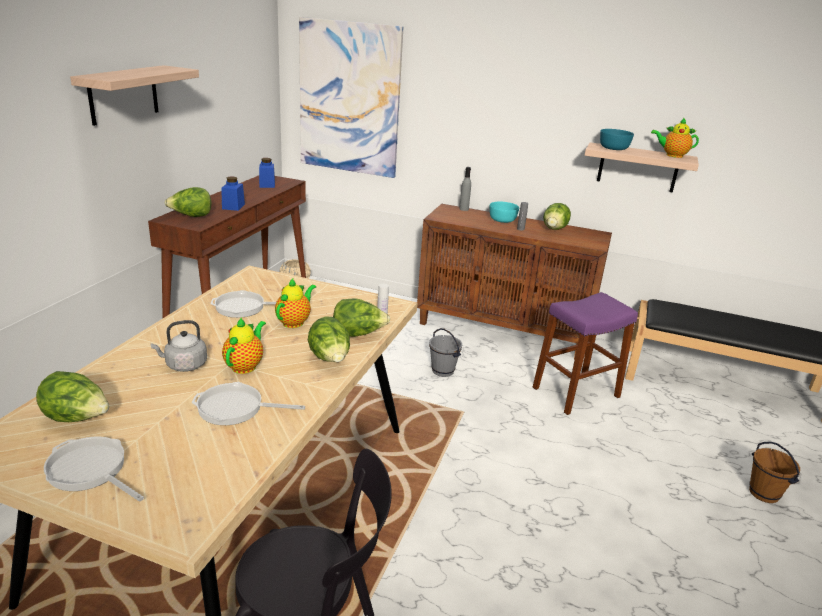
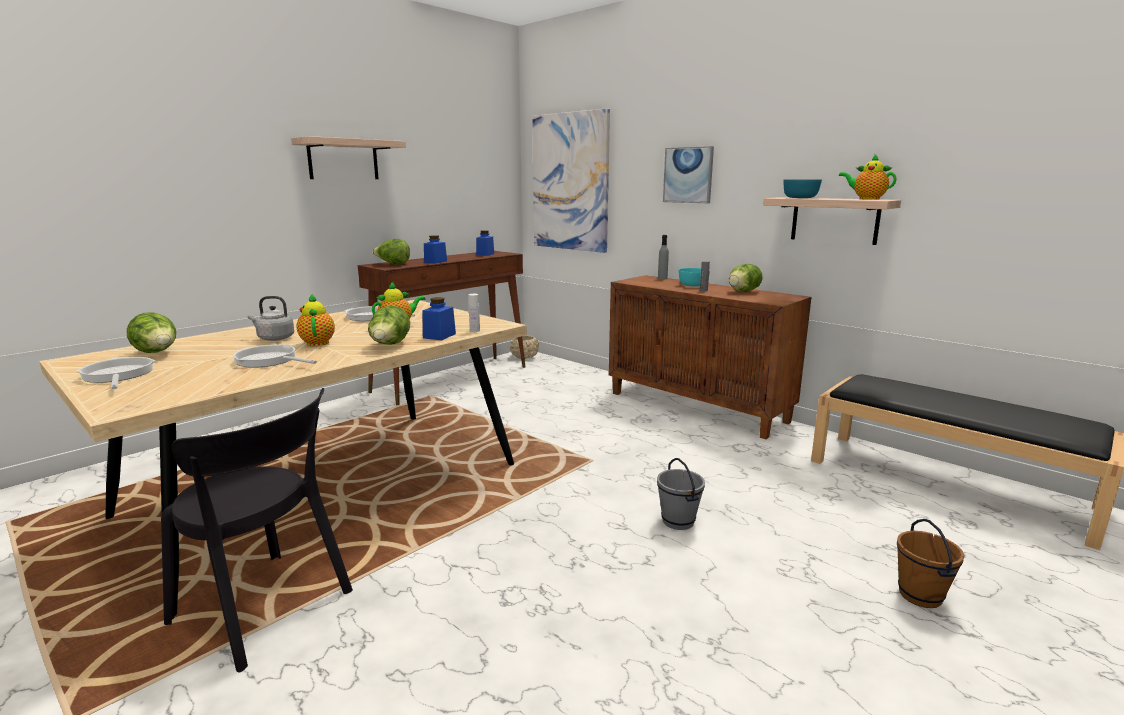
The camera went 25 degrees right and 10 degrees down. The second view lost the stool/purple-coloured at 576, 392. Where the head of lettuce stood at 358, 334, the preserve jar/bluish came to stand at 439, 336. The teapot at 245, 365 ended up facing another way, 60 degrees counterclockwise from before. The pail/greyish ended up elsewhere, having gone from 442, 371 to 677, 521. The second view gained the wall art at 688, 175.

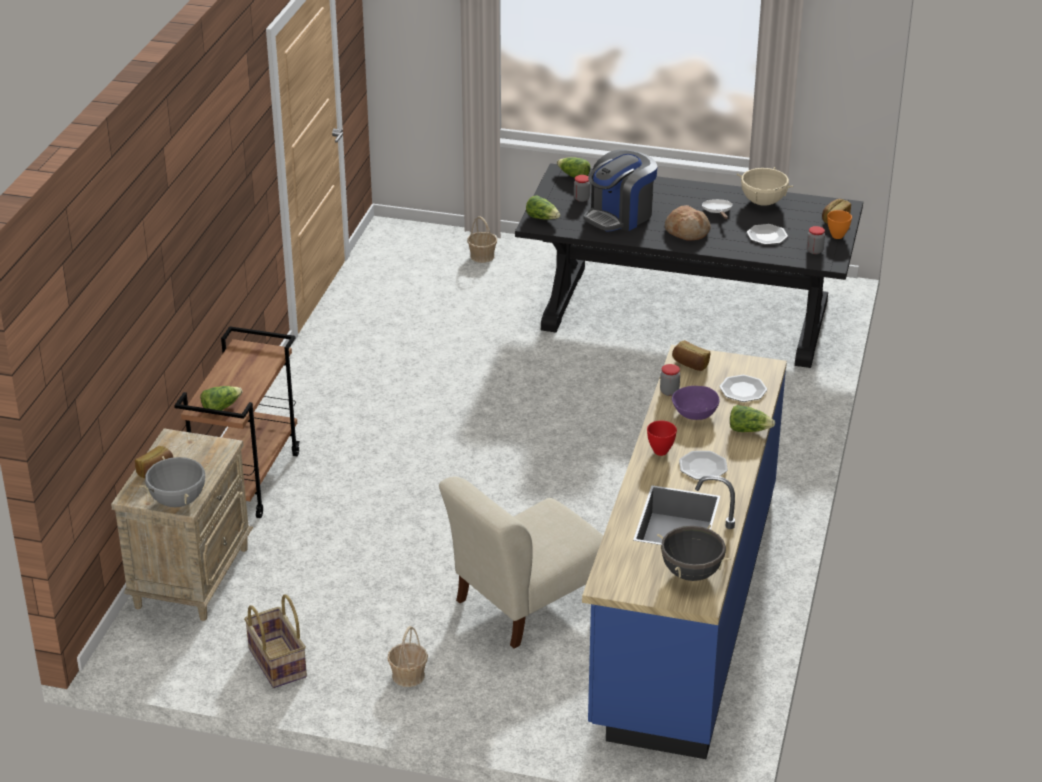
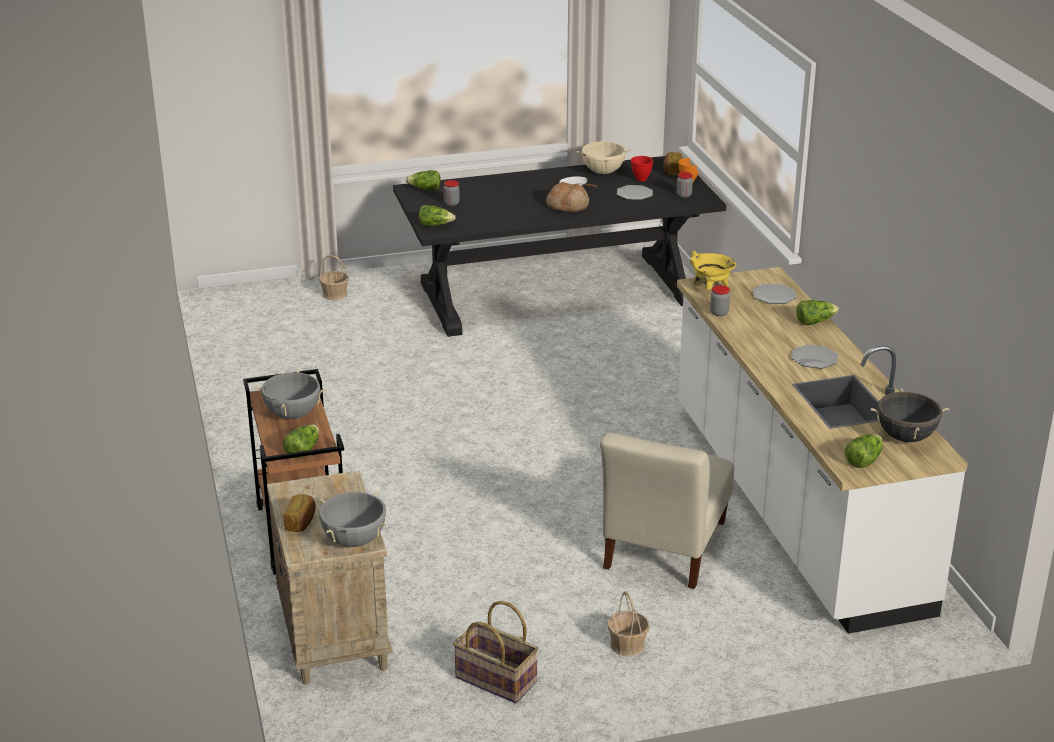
The camera went 30 degrees left and 5 degrees down. The second view lost the coffee maker at 620, 216. Where the bakery bread stood at 690, 364, the saucepot/yellow-coloured came to stand at 710, 289. What was the kitchen counter/bluish at 684, 606 turned into the kitchen counter/white-coloured at 793, 506. The second view lost the bowl/purple-coloured at 694, 413. The bowl/red-coloured ended up elsewhere, having gone from 659, 451 to 640, 179. The second view gained the saucepot/greyish at 292, 415. The second view gained the head of lettuce at 863, 460.

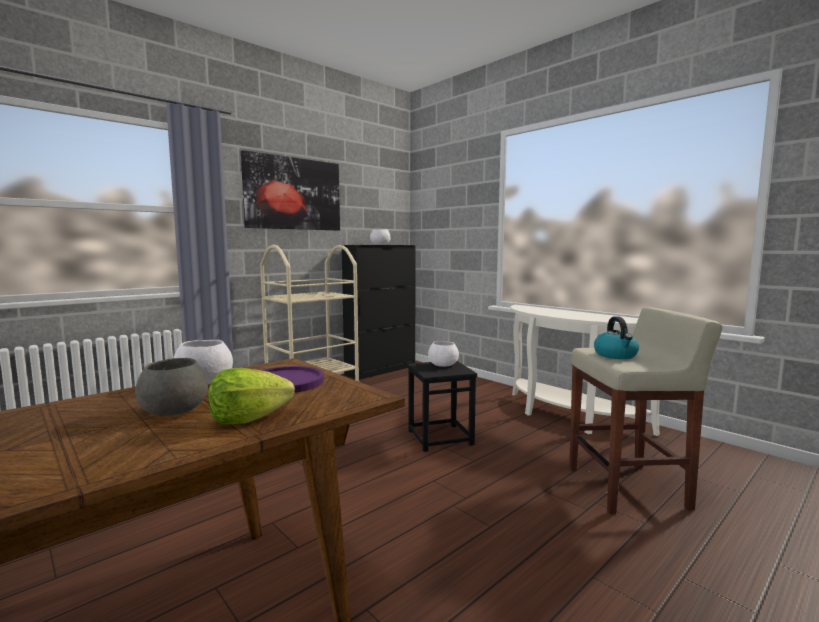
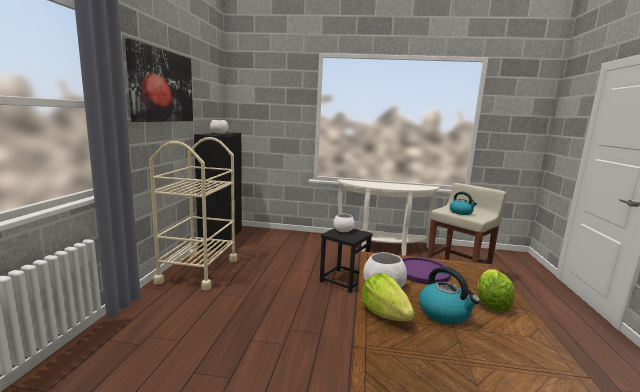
The camera went 40 degrees left and 5 degrees up. Where the bowl/greyish stood at 175, 410, the water kettle came to stand at 444, 313. The second view gained the head of lettuce at 385, 314.

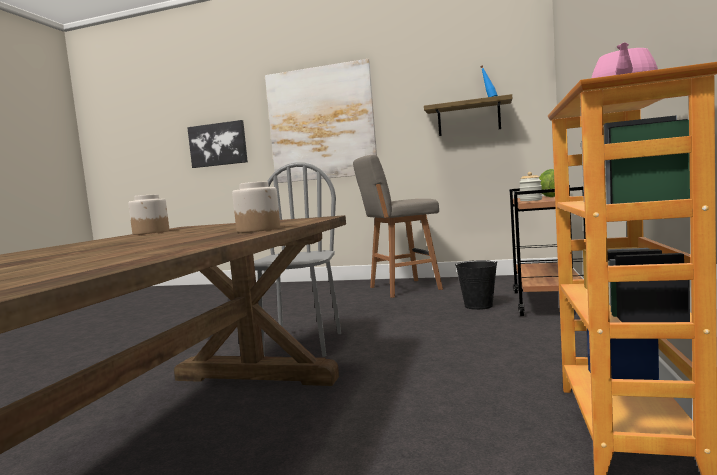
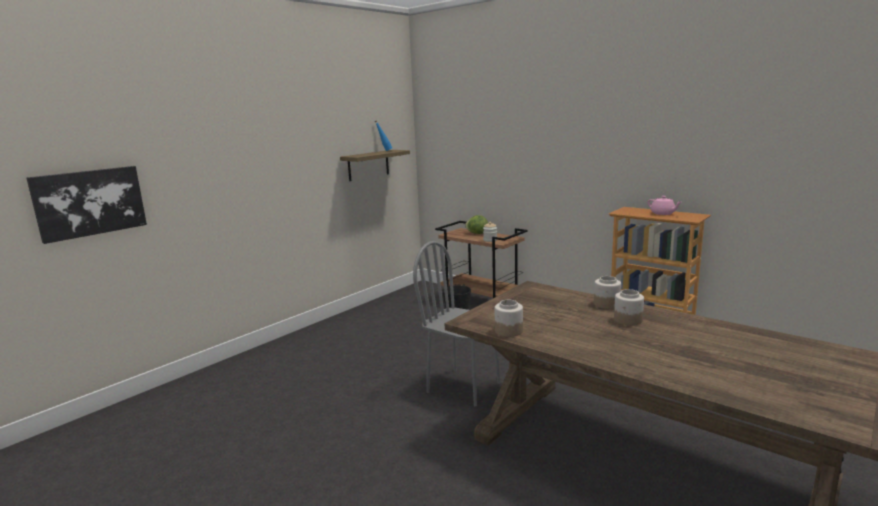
The camera went 65 degrees left and 10 degrees up. The second view lost the wall art at 321, 123. The second view lost the stool/greyish at 402, 289. The second view gained the preserve jar at 628, 320.

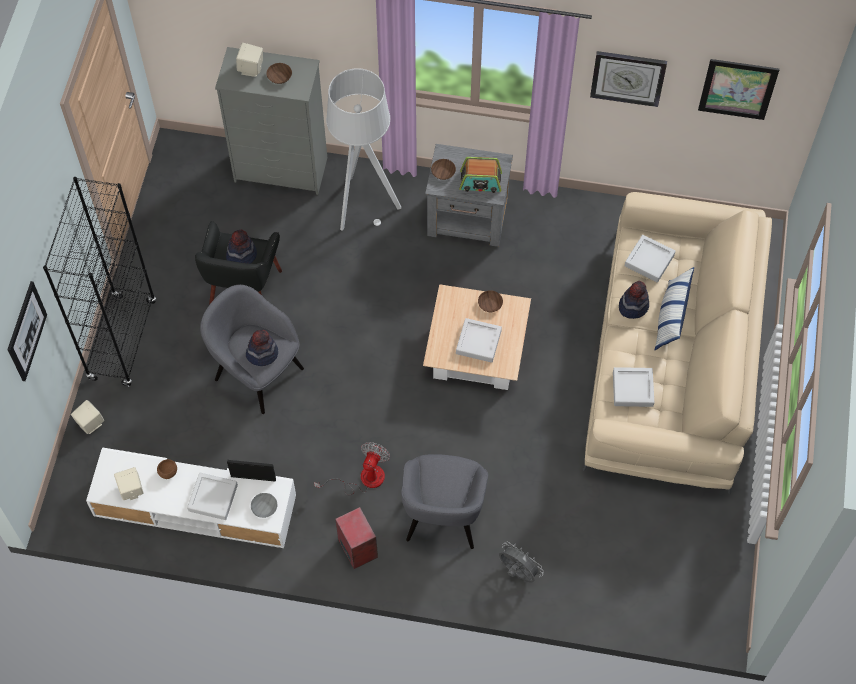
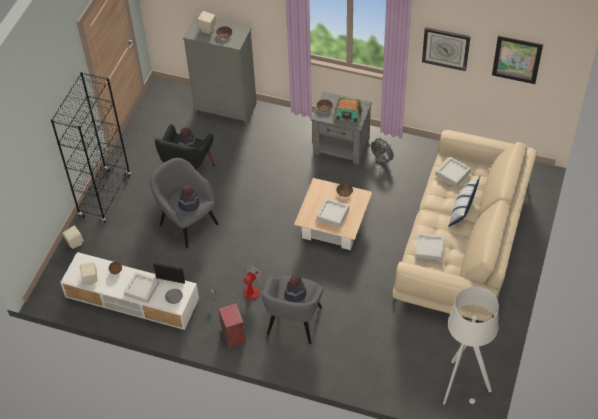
The camera went 10 degrees right and 10 degrees down. The floor lamp/greyish ended up elsewhere, having gone from 363, 205 to 462, 385. The second view lost the wall art at 26, 331. The wearable hat ended up elsewhere, having gone from 633, 306 to 295, 294. The cooling fan/greyish ended up elsewhere, having gone from 517, 572 to 381, 160.

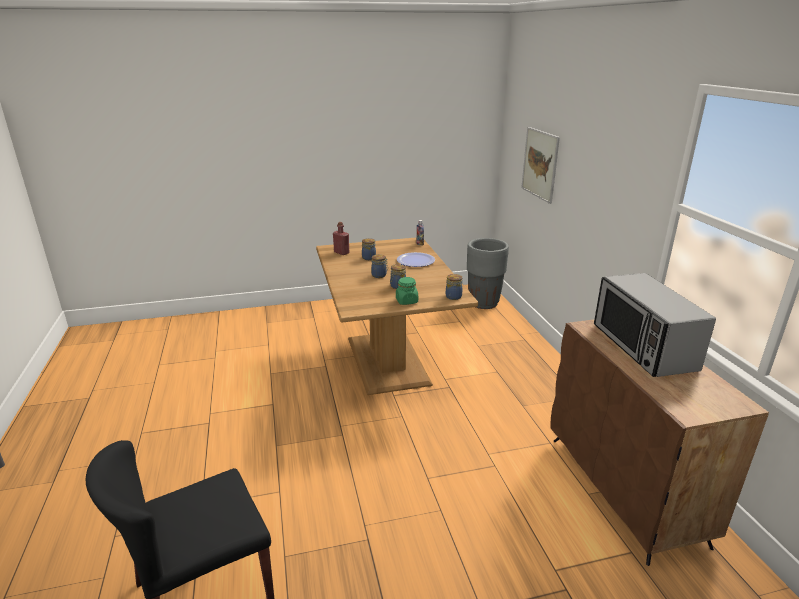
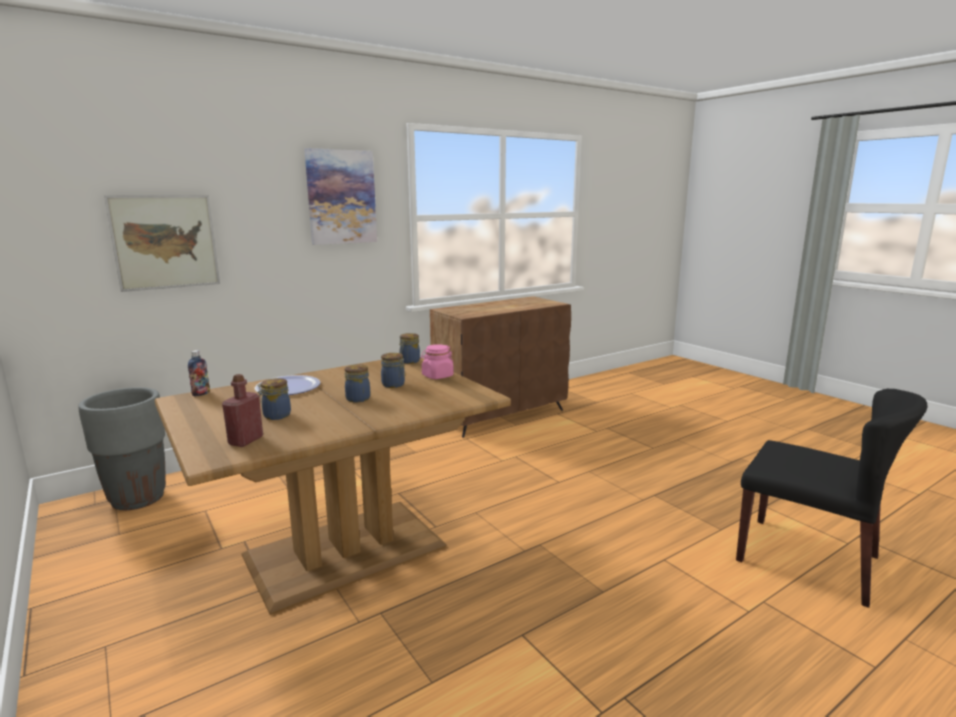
The camera went 110 degrees left and 10 degrees down. The second view lost the kitchen microwave at 642, 347. What was the preserve jar/greenish at 406, 301 turned into the preserve jar/pink-coloured at 437, 376. The second view gained the wall art at 341, 197.

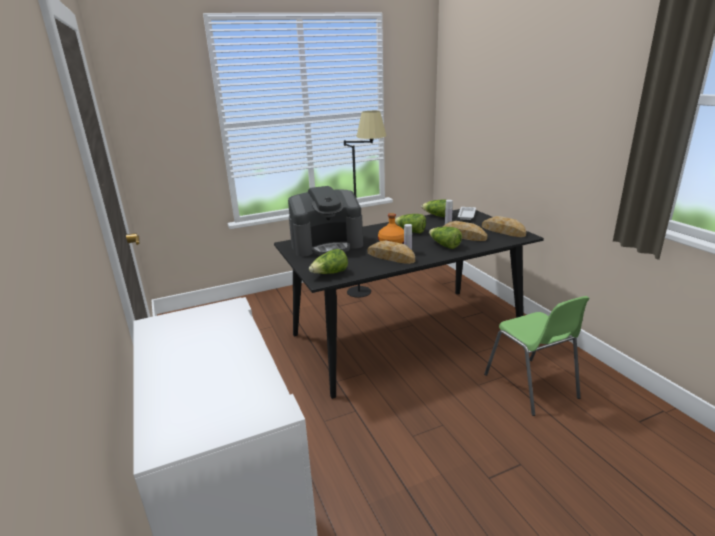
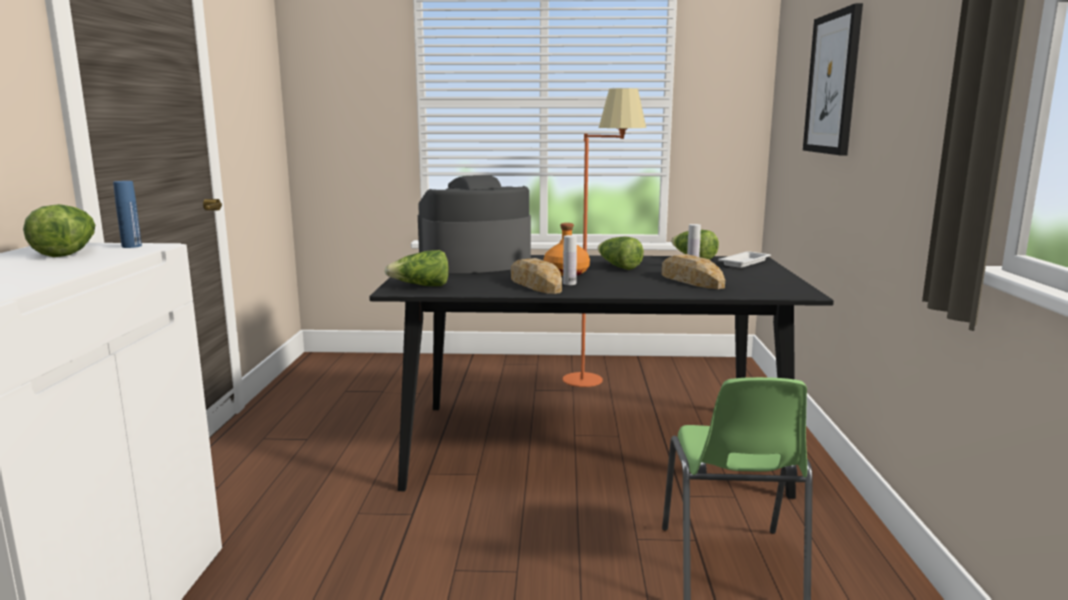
The camera went 25 degrees right and 10 degrees down. What was the floor lamp/black-coloured at 367, 288 turned into the floor lamp/orange at 600, 378. The coffee maker at 327, 244 ended up facing another way, 150 degrees clockwise from before. The second view lost the bakery bread at 503, 231. The head of lettuce ended up elsewhere, having gone from 444, 245 to 67, 252. The second view gained the wall art at 833, 83. The second view gained the beverage bottle/bluish at 131, 246.

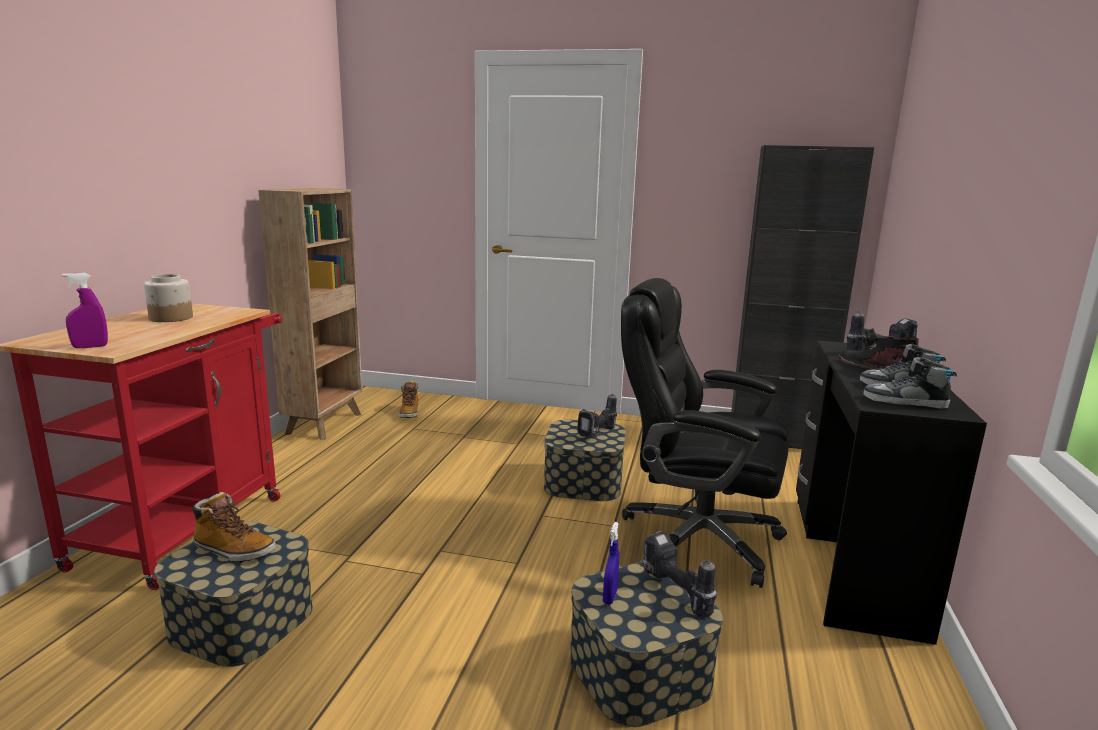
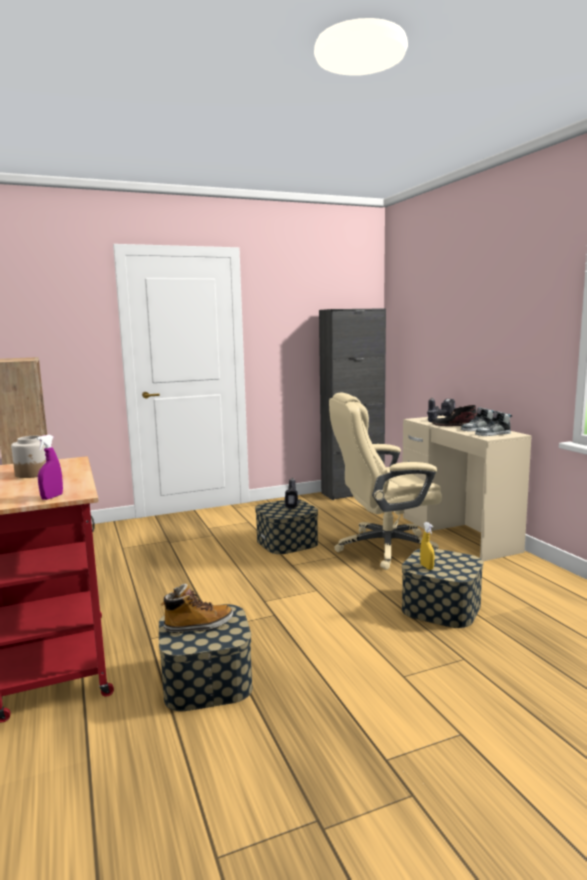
The camera went 35 degrees left and 5 degrees down. What was the office chair/black-coloured at 696, 539 turned into the office chair/beige-coloured at 384, 548. What was the desk unit/black-coloured at 853, 561 turned into the desk unit/beige-coloured at 458, 533. The second view lost the high-top boot at 409, 413. What was the hand sprayer/bluish at 610, 597 turned into the hand sprayer/yellow-coloured at 426, 567. The second view lost the power drill at 673, 593.

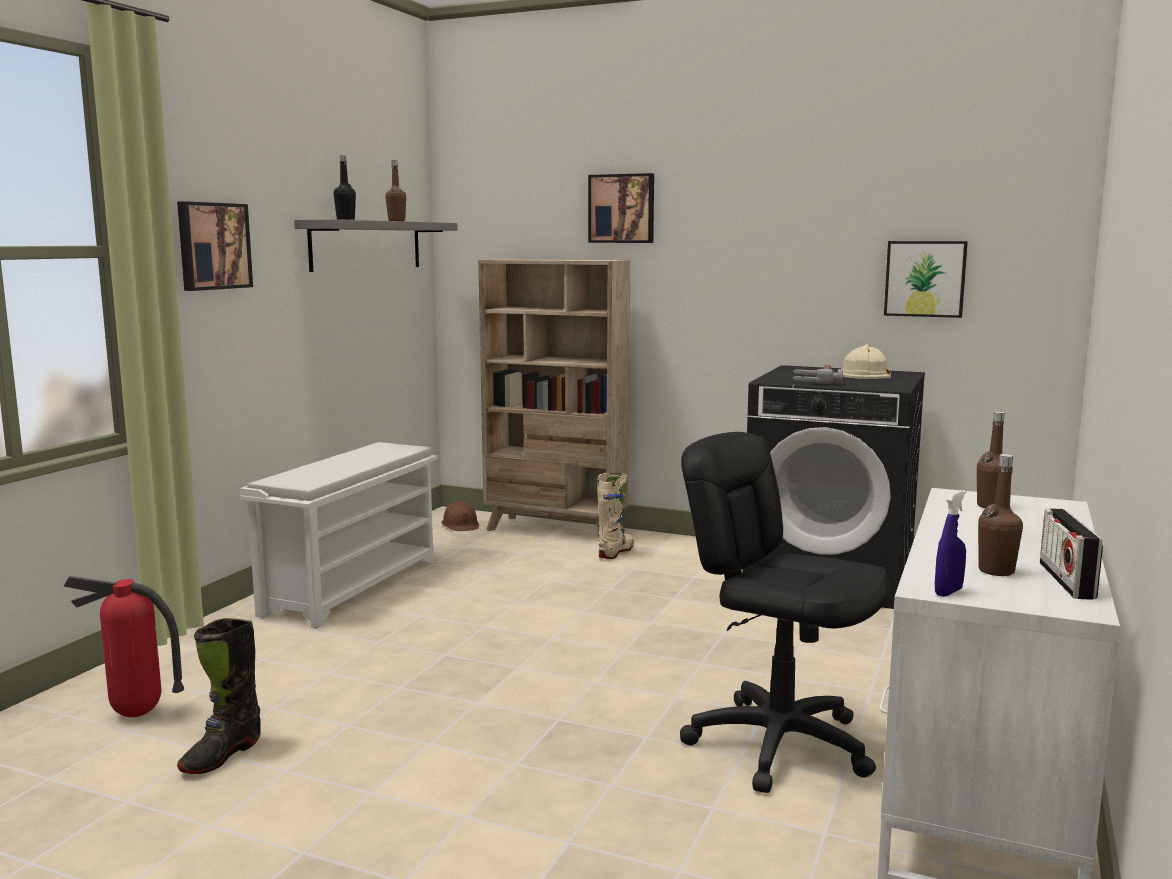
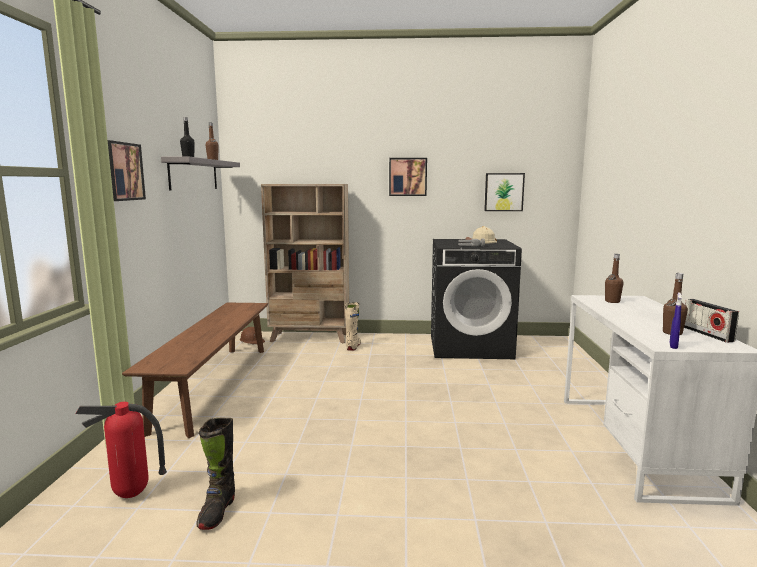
The camera went 20 degrees left and 0 degrees up. The wall art ended up elsewhere, having gone from 622, 208 to 408, 177. The second view lost the office chair/black-coloured at 779, 744. Where the shoe stand/white-coloured stood at 352, 586, the long seat/brown-coloured came to stand at 215, 385.

